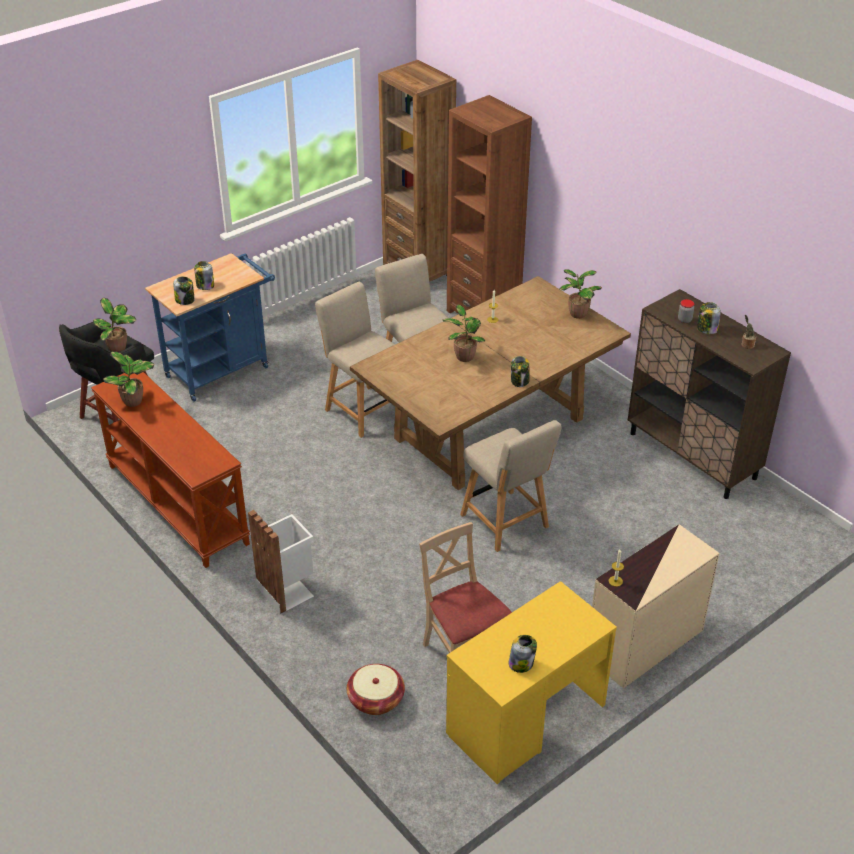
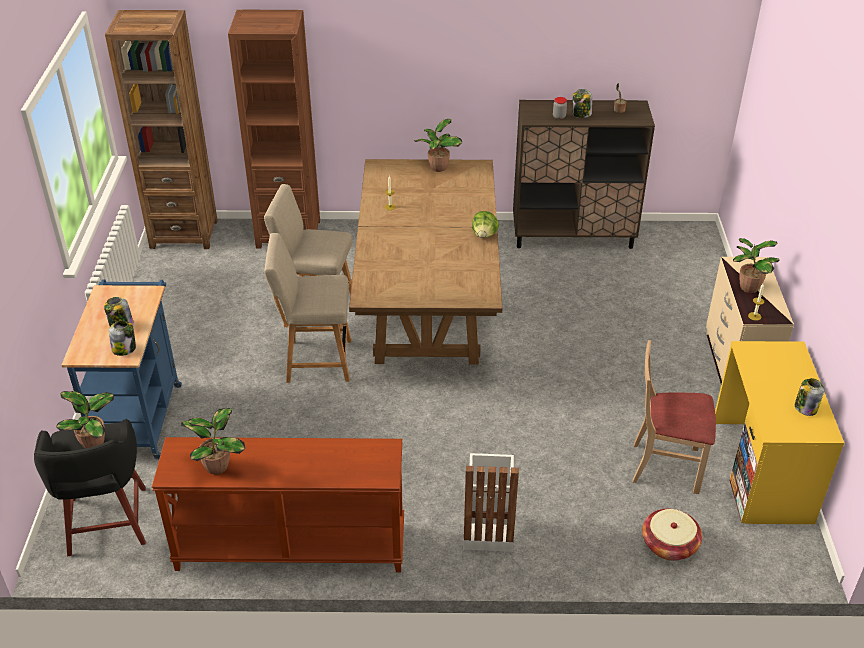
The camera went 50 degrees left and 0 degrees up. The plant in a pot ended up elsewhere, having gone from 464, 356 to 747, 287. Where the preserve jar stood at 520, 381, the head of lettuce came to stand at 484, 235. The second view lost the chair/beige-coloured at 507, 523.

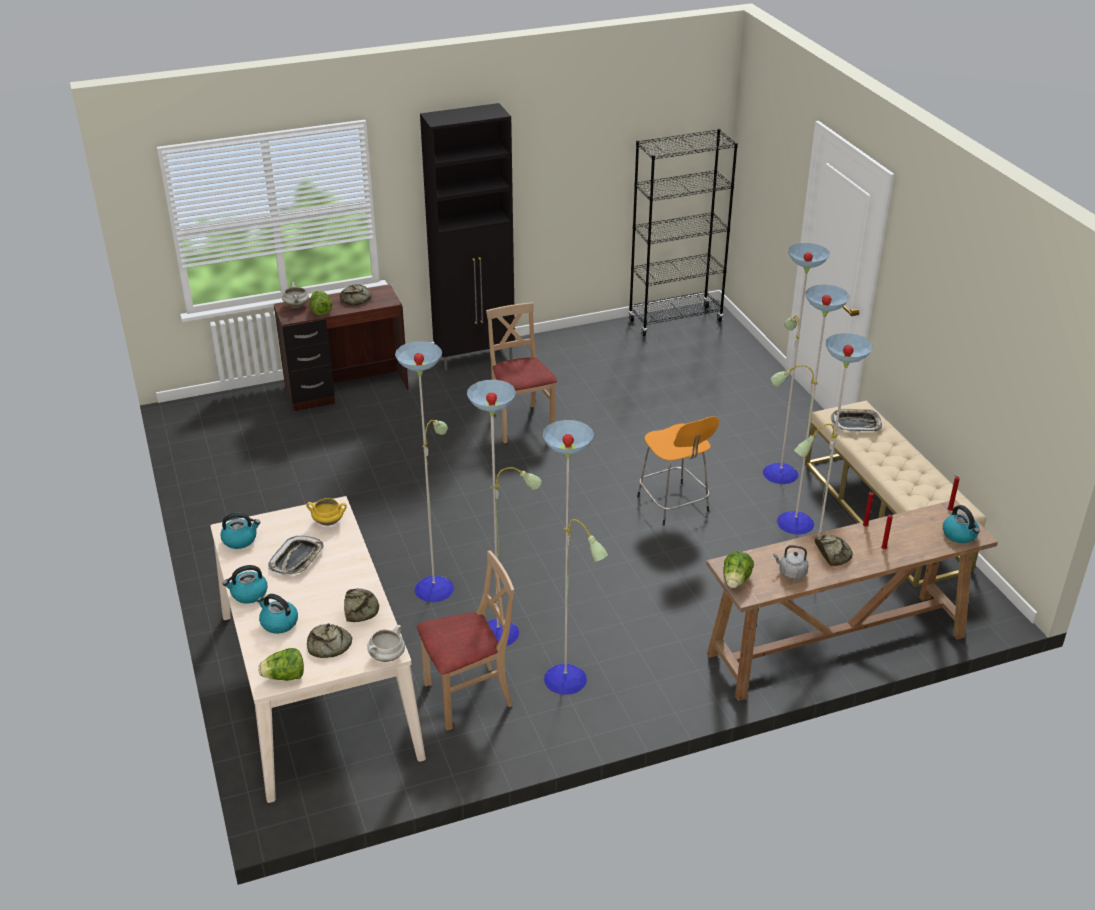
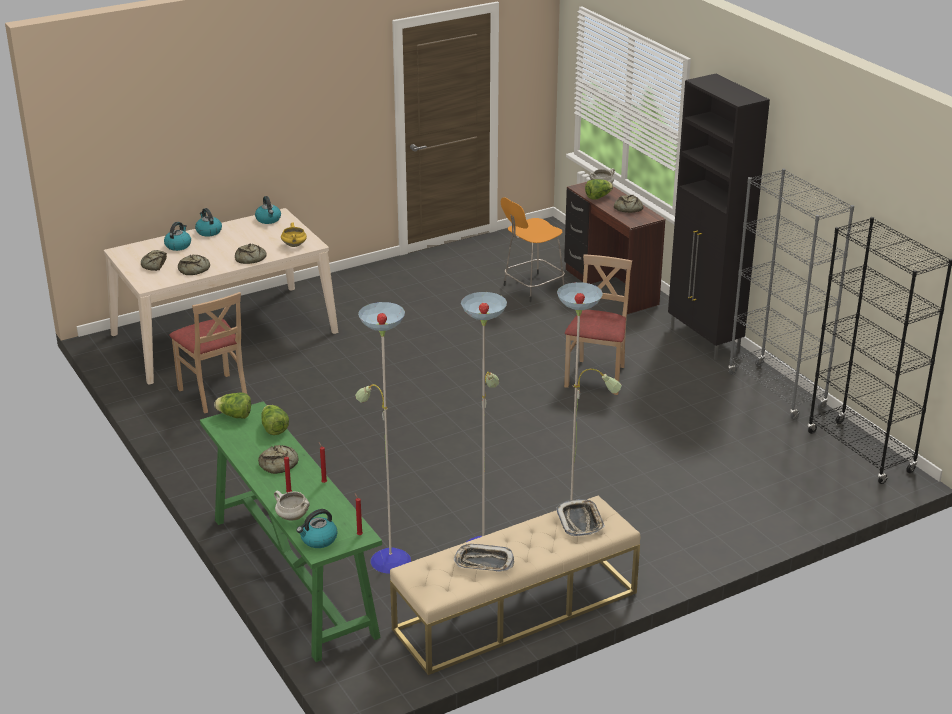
The camera went 80 degrees right and 5 degrees down. The chair/beige-coloured at 521, 423 ended up facing another way, 45 degrees counterclockwise from before. The second view lost the floor lamp at 501, 631. The stool/orange ended up elsewhere, having gone from 674, 505 to 532, 288. What was the console table/brown-coloured at 835, 646 turned into the console table/greenish at 292, 575. The carrying tray ended up elsewhere, having gone from 297, 559 to 483, 562. The second view lost the water kettle/greyish at 791, 573. The saucepot/white-coloured ended up elsewhere, having gone from 387, 657 to 292, 517. The head of lettuce ended up elsewhere, having gone from 285, 677 to 274, 429. The second view gained the shelving unit/greyish at 776, 391. The second view gained the bakery bread at 250, 258.

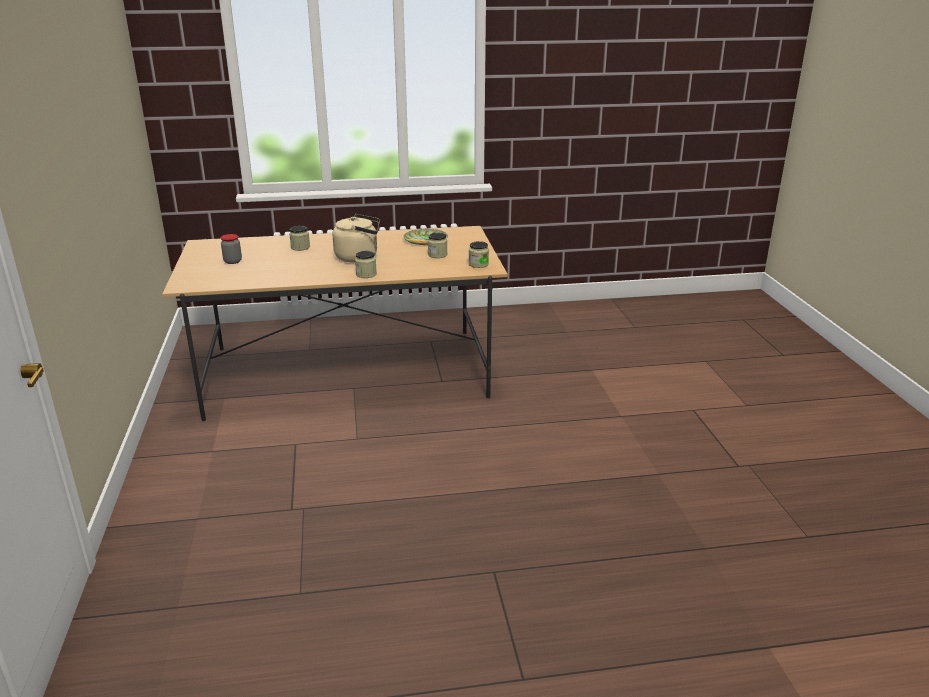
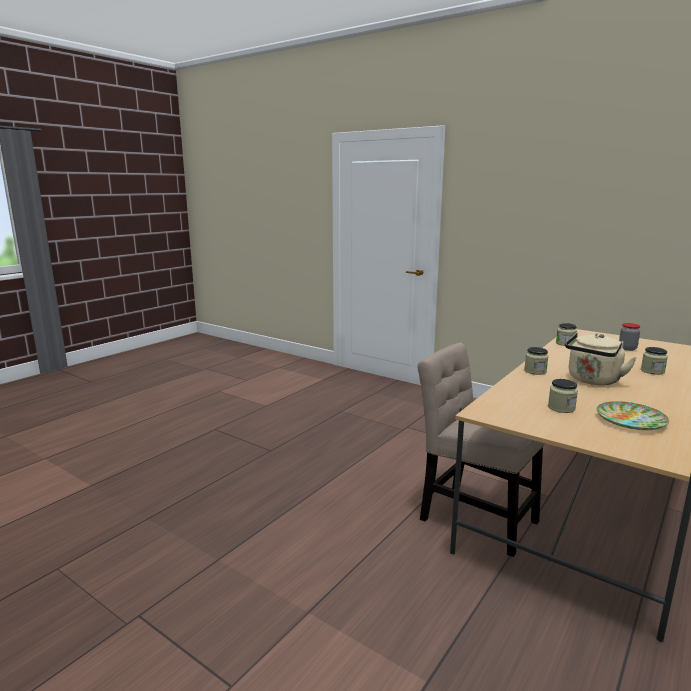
The camera went 135 degrees right and 10 degrees down. The preserve jar ended up elsewhere, having gone from 478, 264 to 565, 343. The second view gained the chair/beige-coloured at 473, 517.

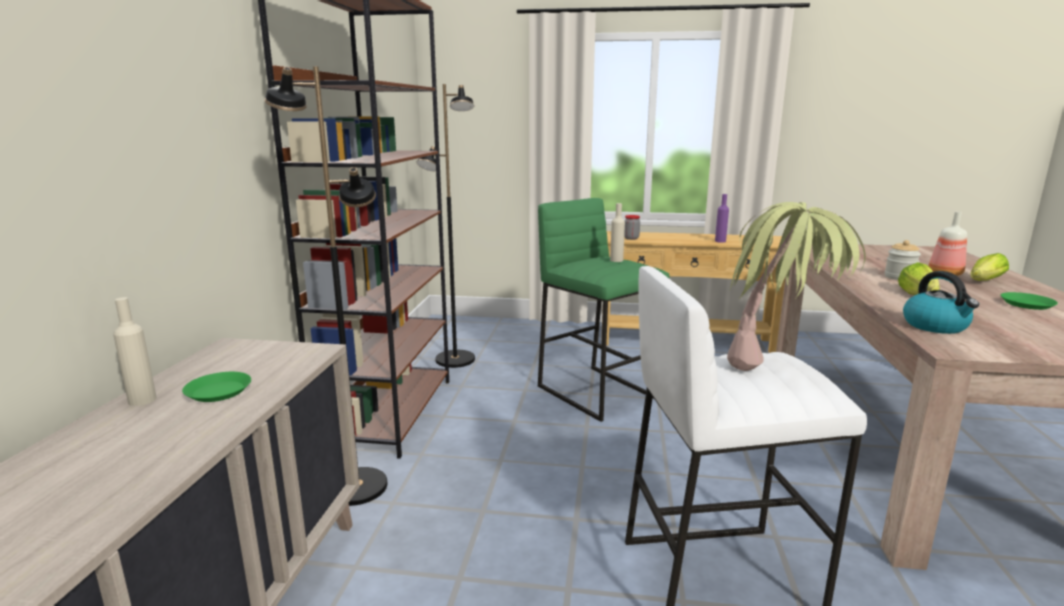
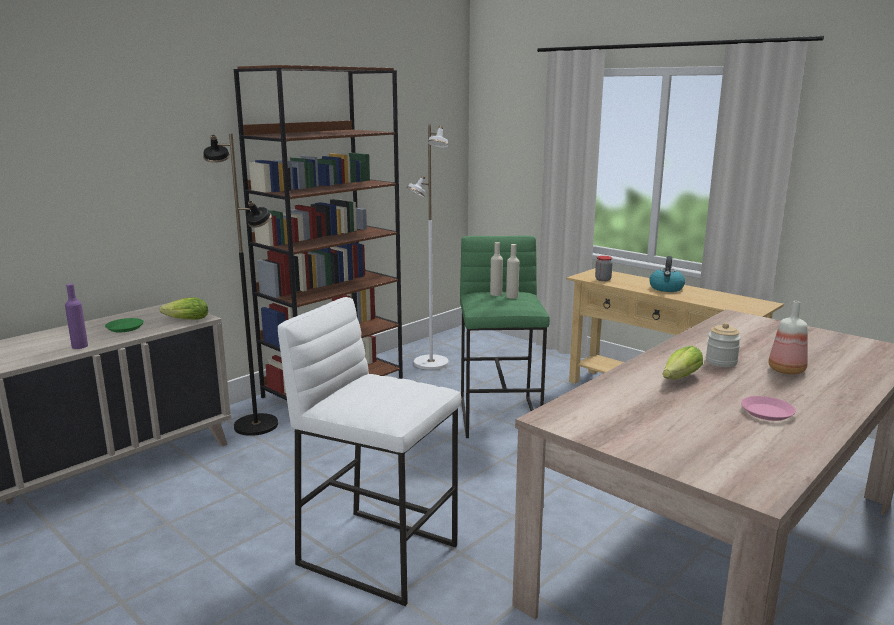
The camera went 35 degrees right and 0 degrees up. What was the floor lamp/black-coloured at 455, 360 turned into the floor lamp/white-coloured at 430, 363. The beverage bottle/purple-coloured ended up elsewhere, having gone from 720, 241 to 80, 346. The second view lost the plant in a pot at 779, 365. The head of lettuce ended up elsewhere, having gone from 983, 282 to 184, 320. The water kettle ended up elsewhere, having gone from 936, 326 to 666, 288. What was the plate/greenish at 1026, 304 turned into the plate/pink-coloured at 766, 412. The beverage bottle/beige-coloured ended up elsewhere, having gone from 142, 400 to 496, 294.

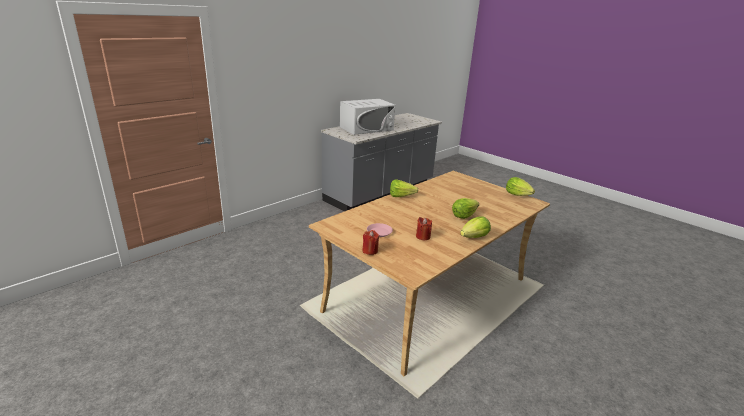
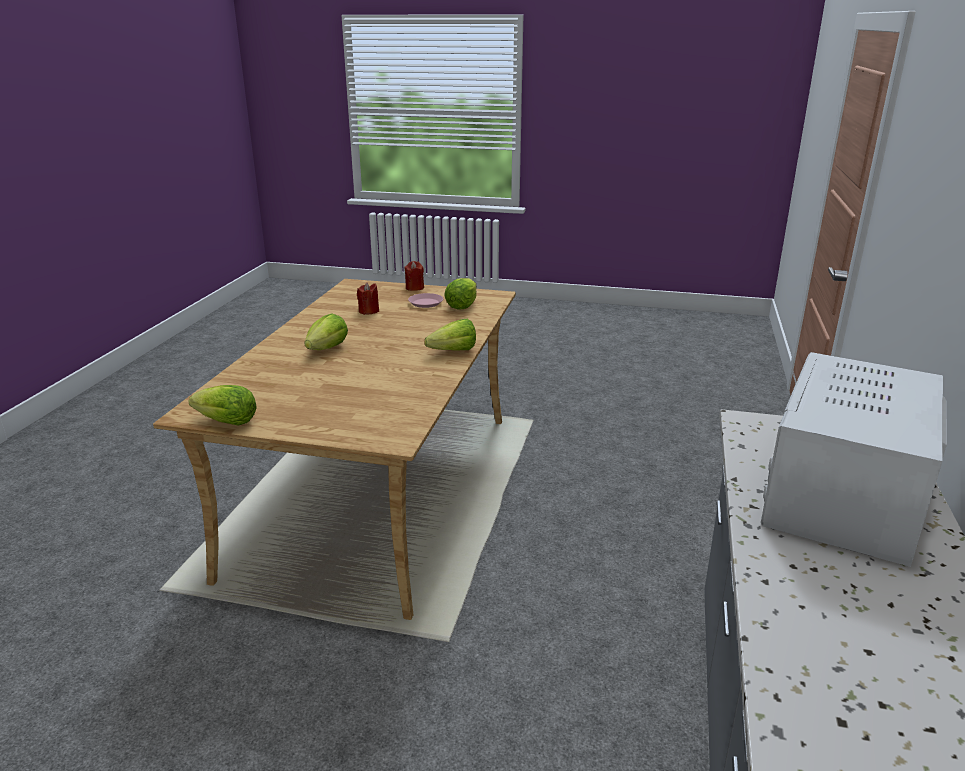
The camera went 150 degrees right and 0 degrees up. The head of lettuce ended up elsewhere, having gone from 474, 237 to 462, 306.

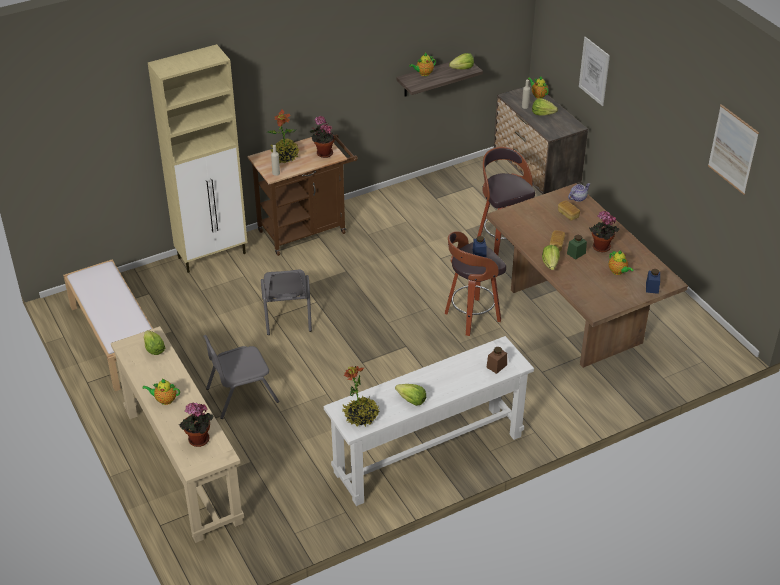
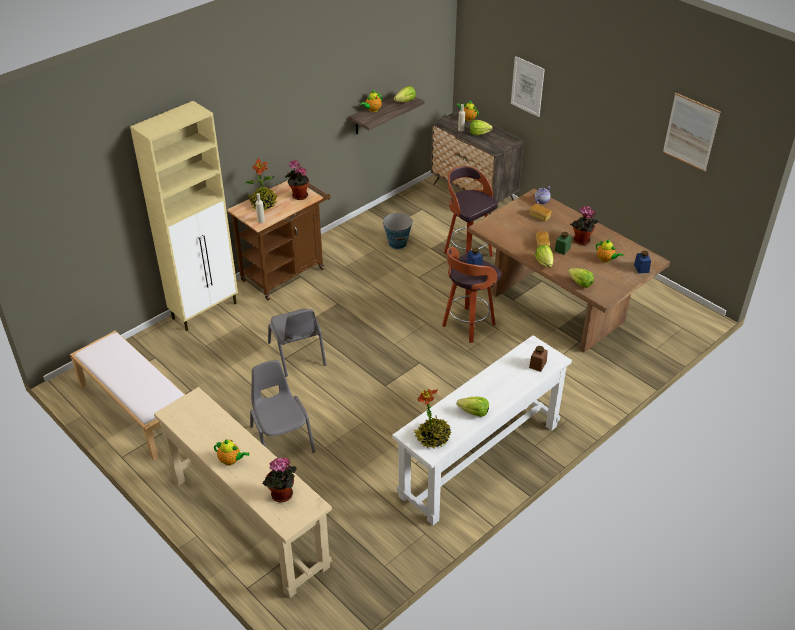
The camera went 15 degrees left and 0 degrees up. The head of lettuce ended up elsewhere, having gone from 154, 349 to 580, 283. The chair/greyish at 241, 395 ended up facing another way, 105 degrees clockwise from before. The teapot at 164, 400 ended up facing another way, 150 degrees counterclockwise from before. The second view gained the pail at 397, 243.

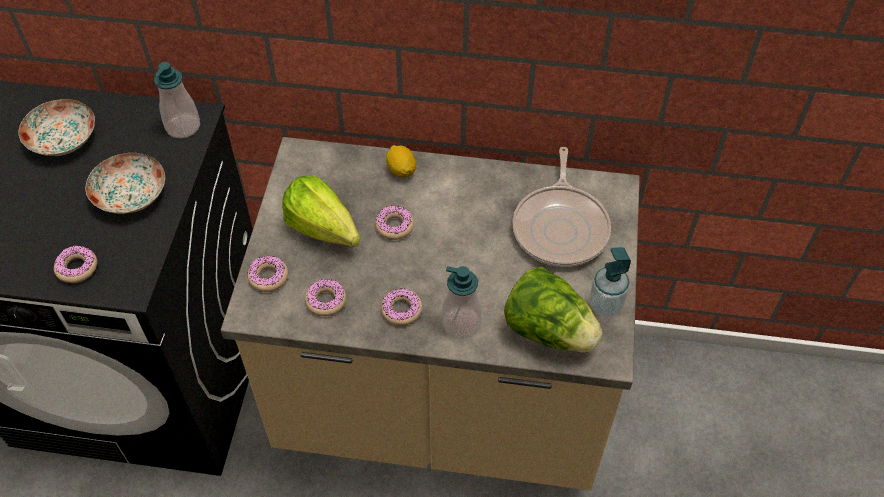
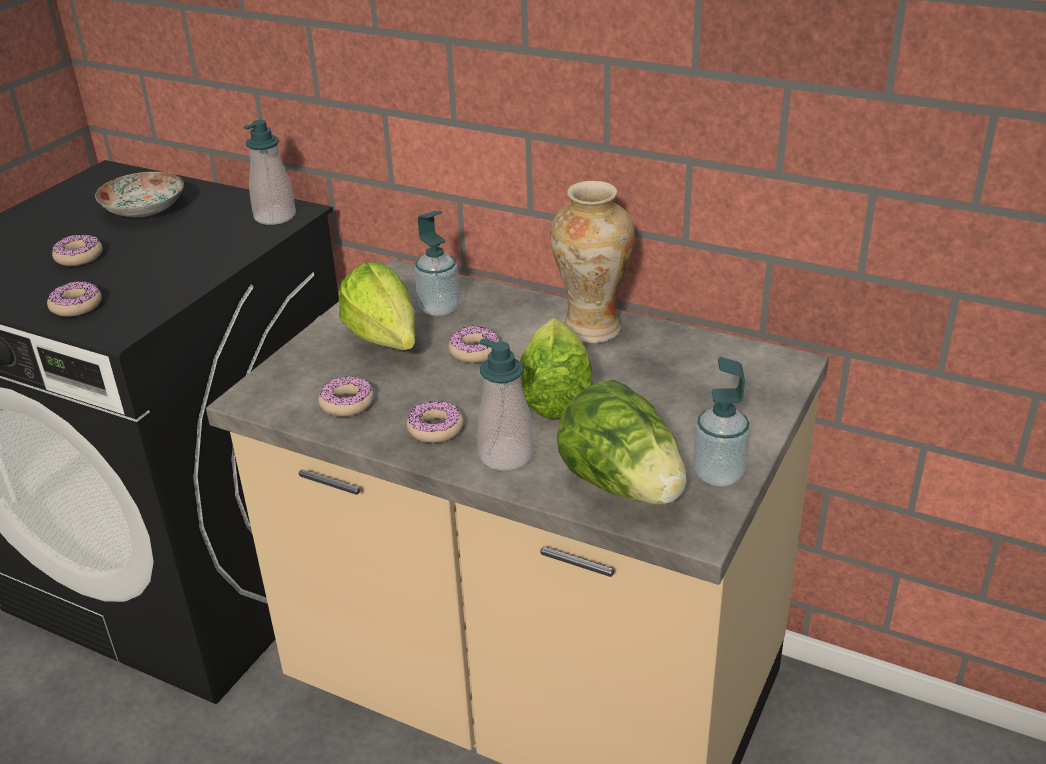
The camera went 20 degrees right and 20 degrees down. The second view lost the lemon at 401, 170. The second view lost the pan at 561, 227. The second view lost the plate at 131, 194. The doughnut ended up elsewhere, having gone from 268, 277 to 79, 257. The second view gained the decorative vase at 591, 329. The second view gained the soap bottle at 439, 308. The second view gained the head of lettuce at 558, 390.

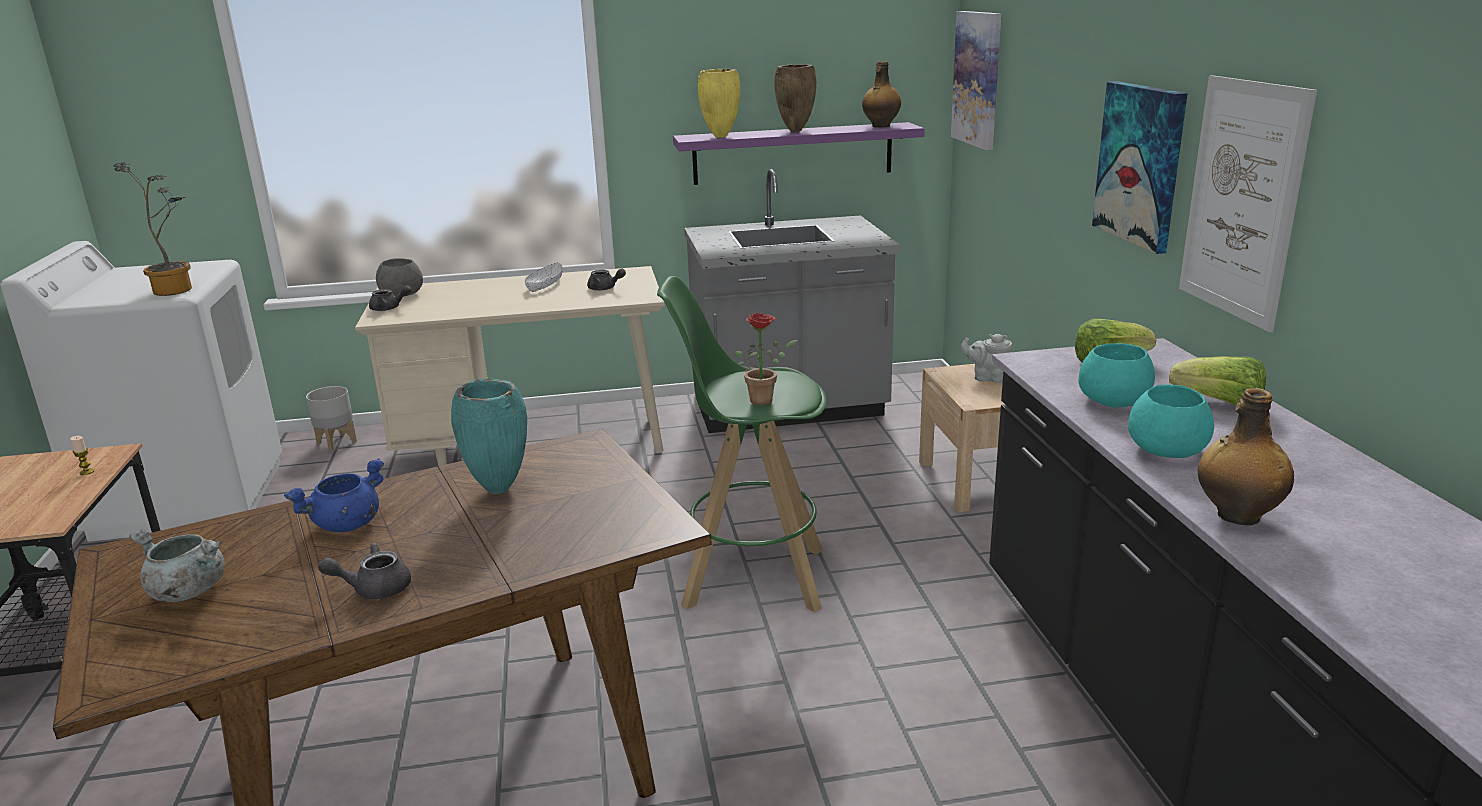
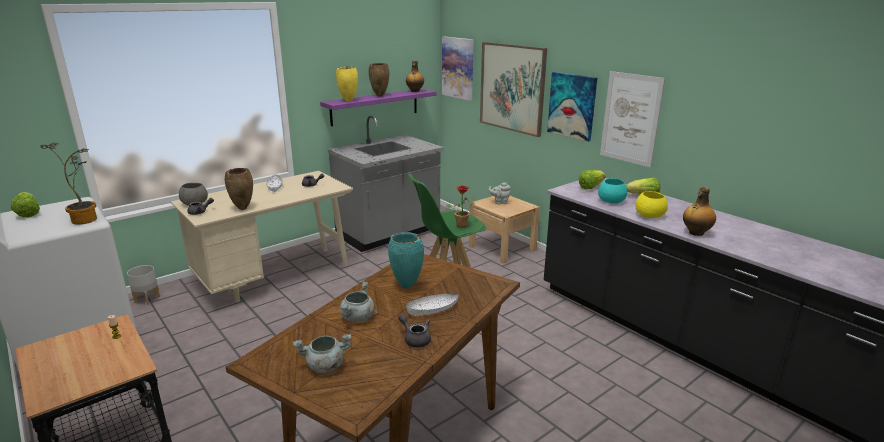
The camera went 30 degrees left and 0 degrees up. What was the bowl/turquoise at 1166, 449 turned into the bowl/yellow-coloured at 649, 215. What was the saucepot/bluish at 346, 525 turned into the saucepot/greyish at 357, 318. The teapot/greyish at 374, 588 ended up facing another way, 90 degrees clockwise from before. The second view gained the wall art at 512, 88. The second view gained the decorative vase/brown-coloured at 243, 209. The second view gained the head of lettuce at 28, 213. The second view gained the bowl/white-coloured at 432, 310.

